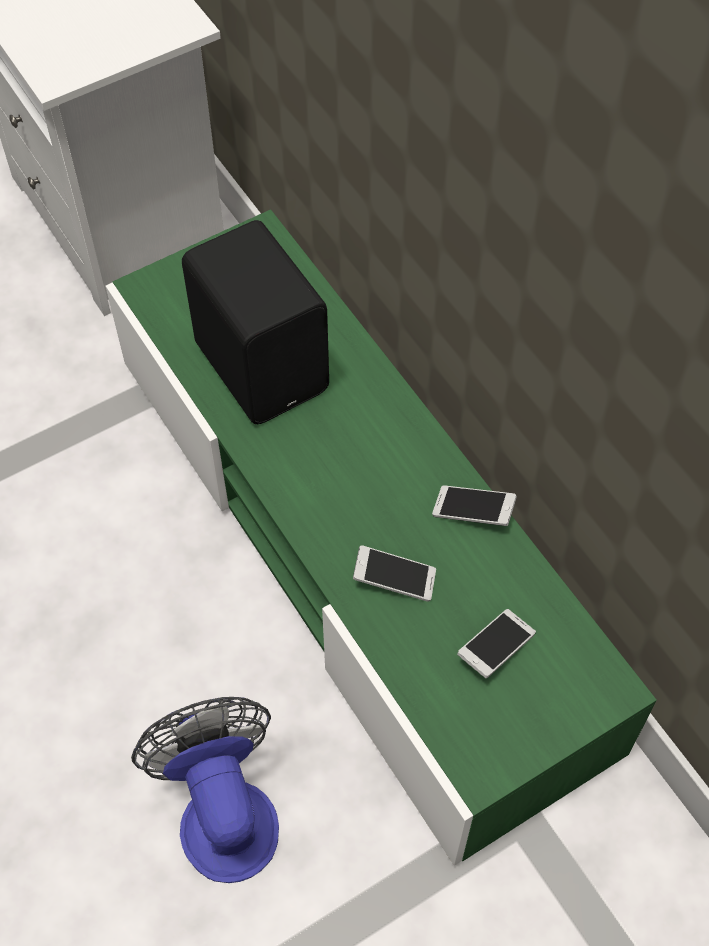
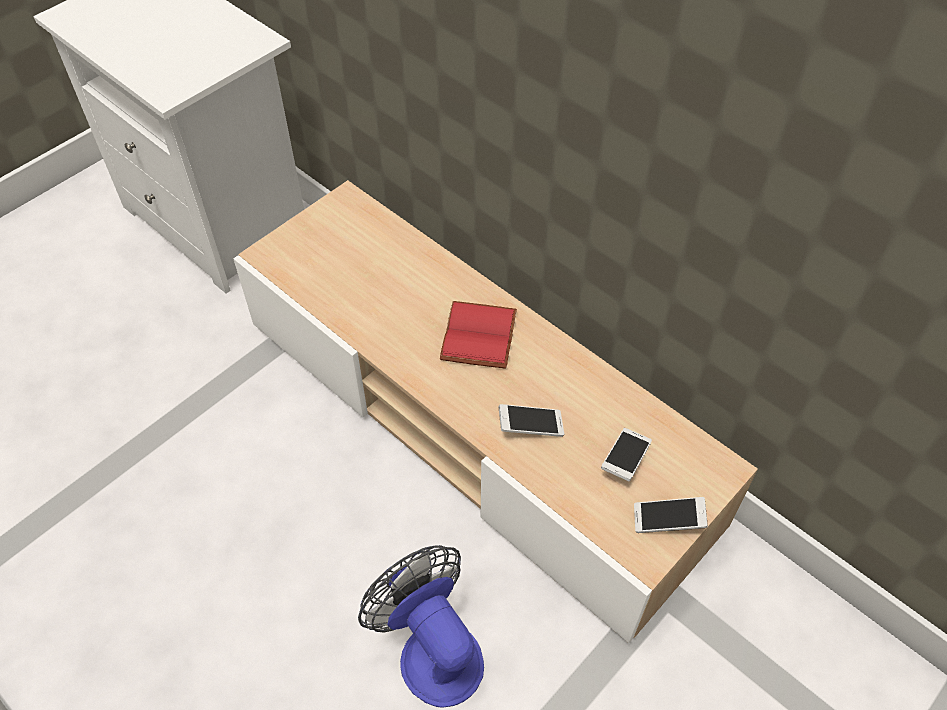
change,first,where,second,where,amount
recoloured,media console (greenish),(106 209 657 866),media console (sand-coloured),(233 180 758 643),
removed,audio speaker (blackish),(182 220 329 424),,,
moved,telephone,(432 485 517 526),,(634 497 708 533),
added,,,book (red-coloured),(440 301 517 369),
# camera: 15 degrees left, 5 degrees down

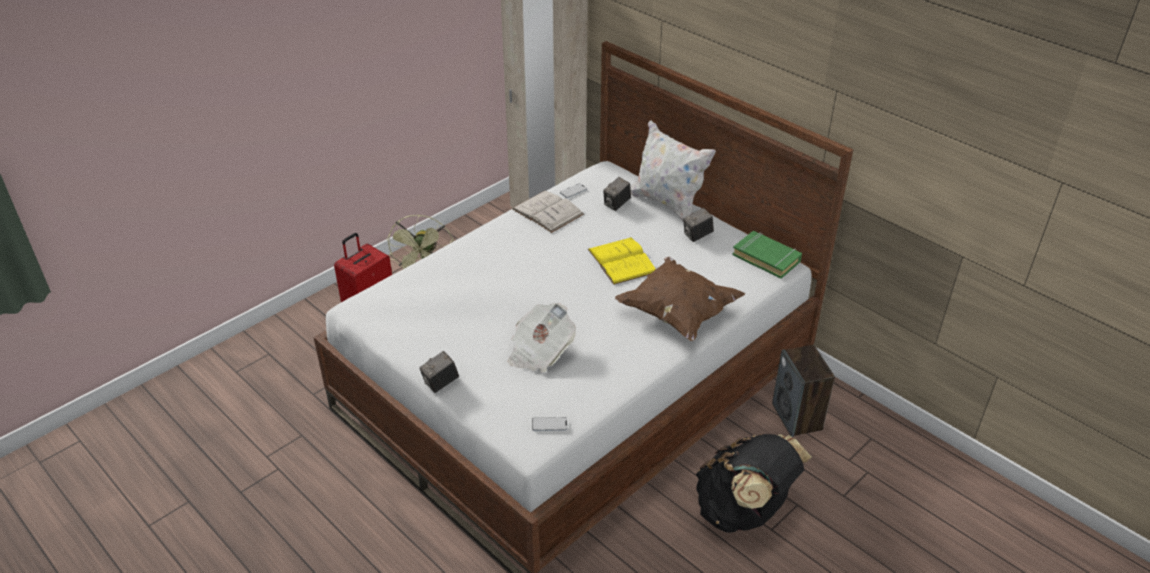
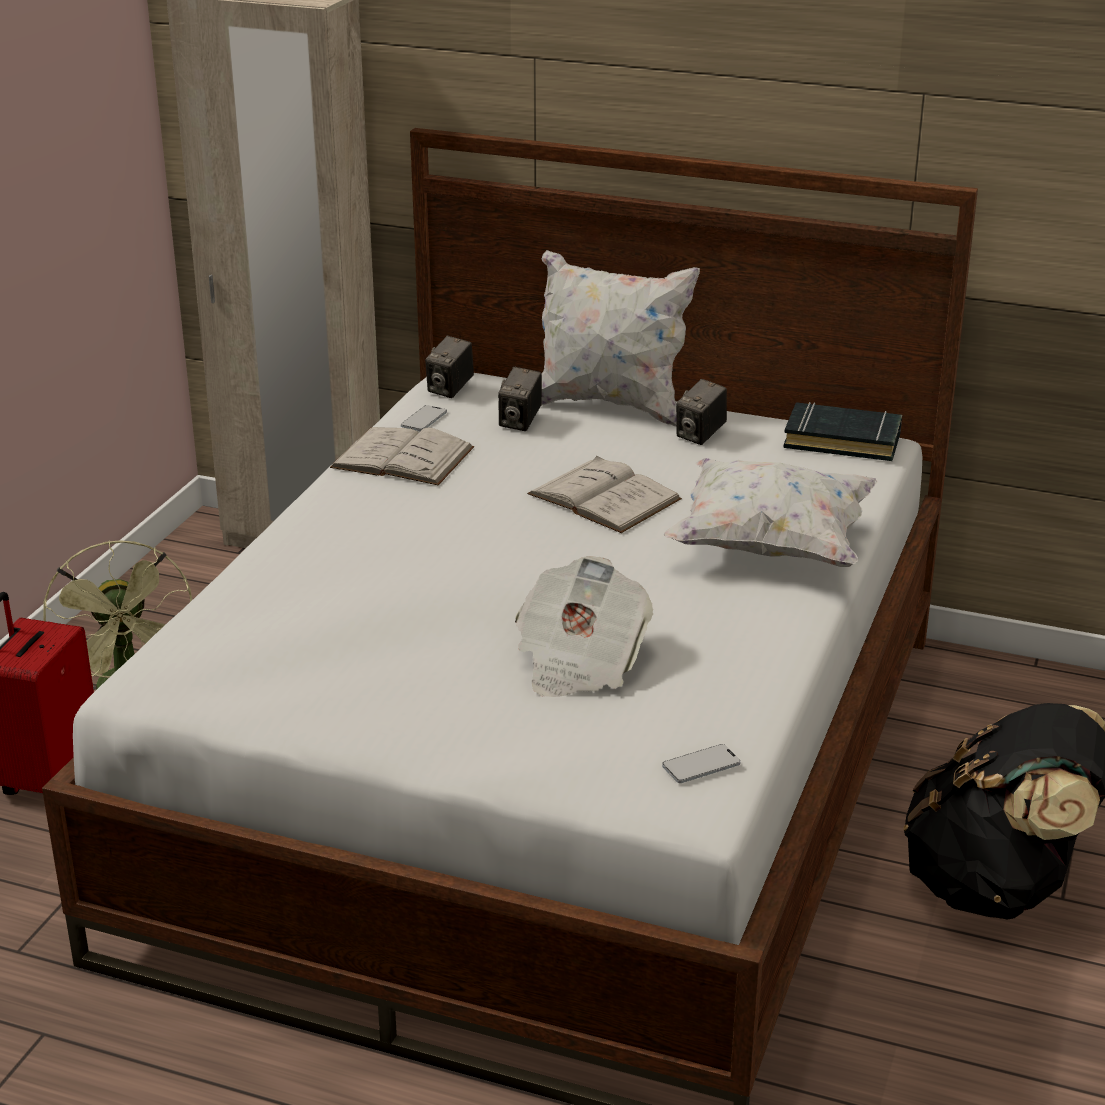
change,first,where,second,where,amount
moved,still camera,(419 351 459 393),,(425 336 474 398),
recoloured,book (yellow),(588 237 656 285),book (white),(527 456 682 533),
recoloured,throw pillow (brown-coloured),(615 257 745 341),throw pillow (white),(664 458 878 567),
recoloured,book (greenish),(732 231 802 279),book (blackish),(783 402 902 461),
removed,audio speaker,(772 345 835 437),,,
# camera: 25 degrees left, 10 degrees down

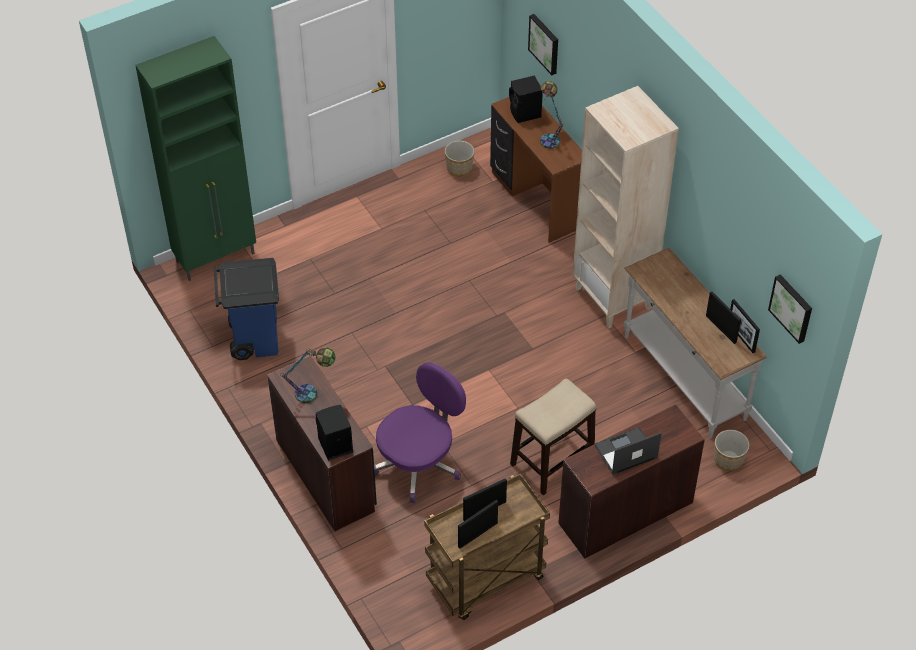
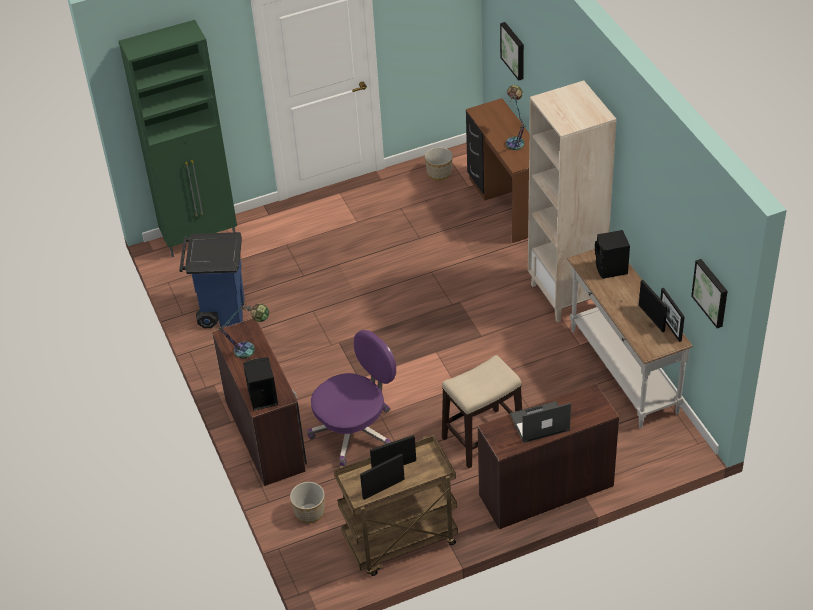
change,first,where,second,where,amount
moved,audio speaker (blackish),(509 75 543 123),,(595 230 630 279),
moved,flower pot,(714 430 749 471),,(290 482 325 523),
# camera: 10 degrees right, 5 degrees down

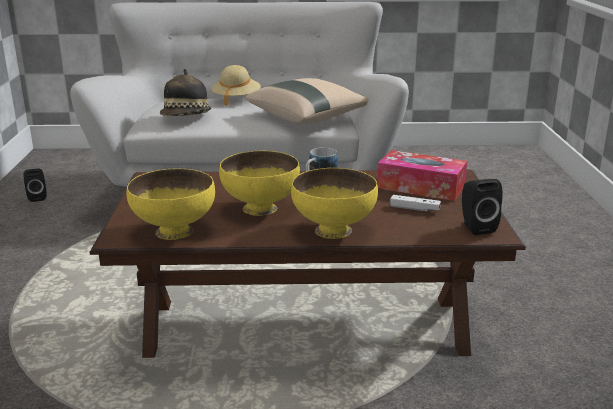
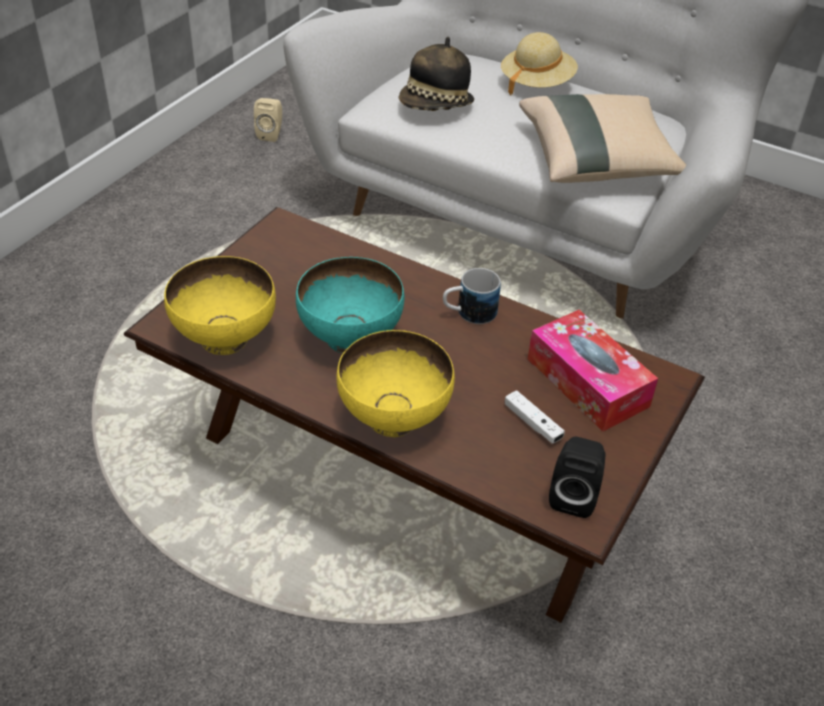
change,first,where,second,where,amount
recoloured,audio speaker (blackish),(23 168 47 202),audio speaker (sand-coloured),(254 98 282 142),
recoloured,bowl (yellow),(219 151 300 216),bowl (turquoise-coloured),(296 257 404 353),
# camera: 30 degrees right, 20 degrees up

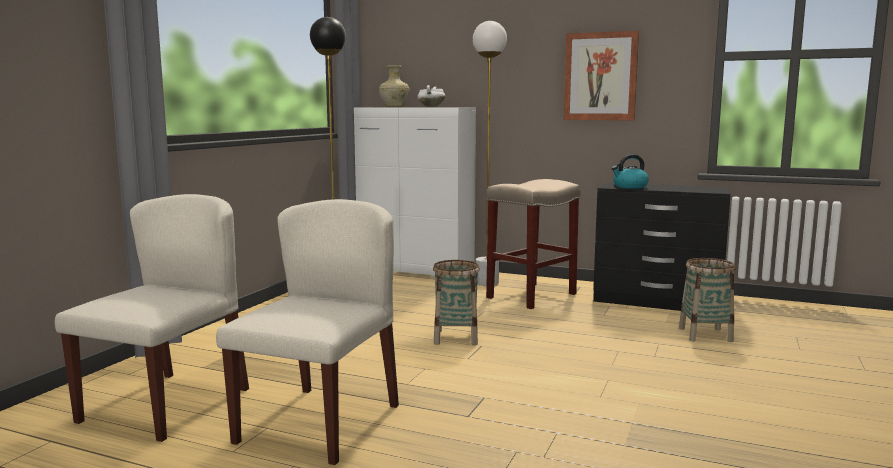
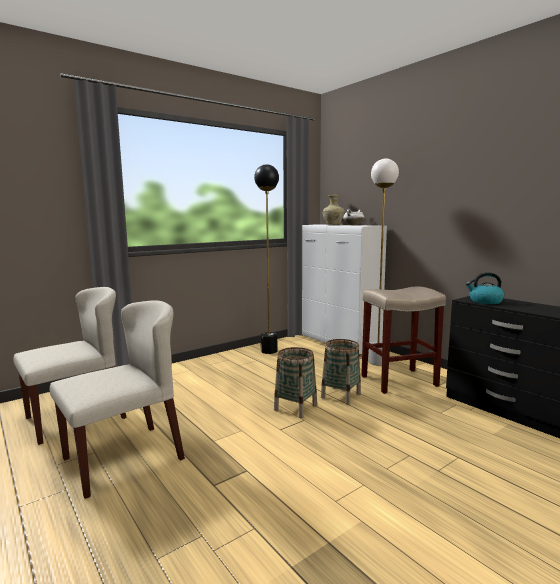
change,first,where,second,where,amount
removed,picture,(564 31 639 121),,,
moved,household basket,(679 258 735 342),,(321 339 361 405),
# camera: 30 degrees right, 0 degrees up

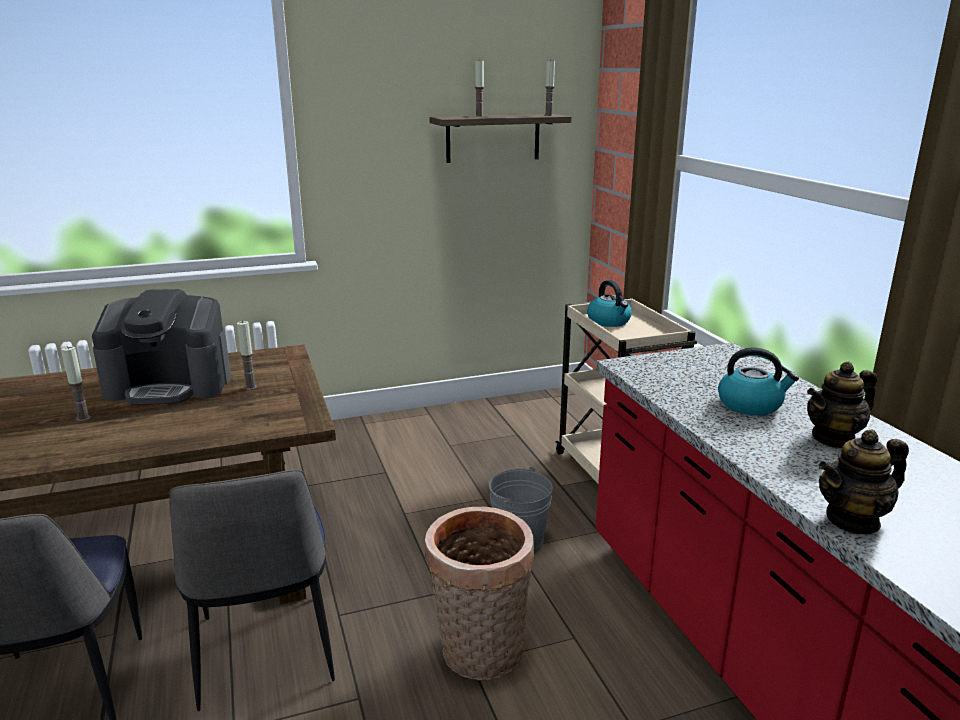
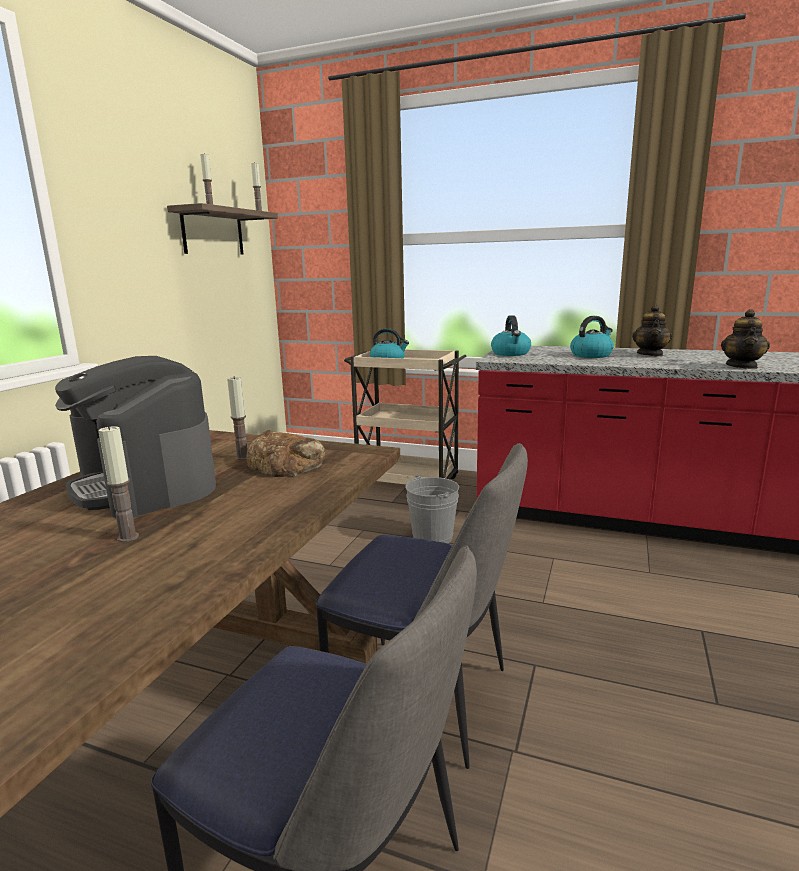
change,first,where,second,where,amount
turned,coffee maker,(92 289 231 405),,(55 356 216 518),105 degrees clockwise
removed,household basket,(425 507 534 680),,,
added,,,bakery bread,(247 430 325 477),
added,,,tea kettle,(491 315 531 356),
# camera: 50 degrees left, 5 degrees down

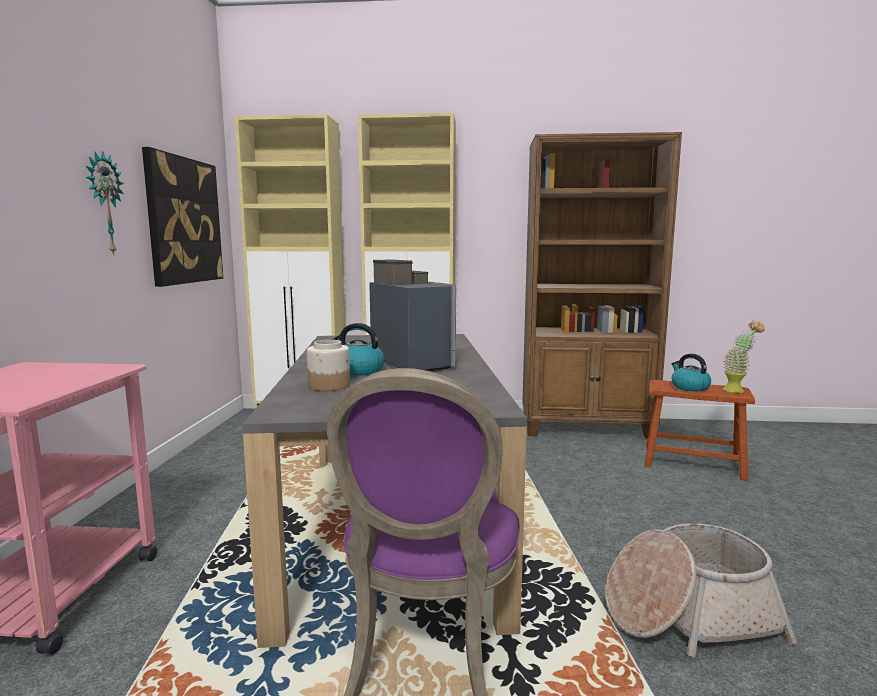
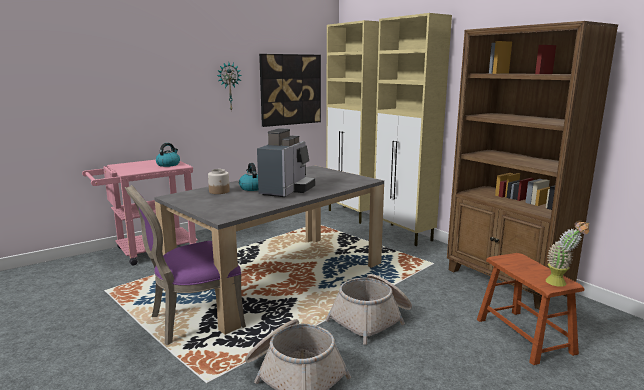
change,first,where,second,where,amount
moved,tea kettle,(671 354 711 391),,(156 143 180 167),
added,,,household basket,(325 274 412 345),
# camera: 50 degrees right, 5 degrees up

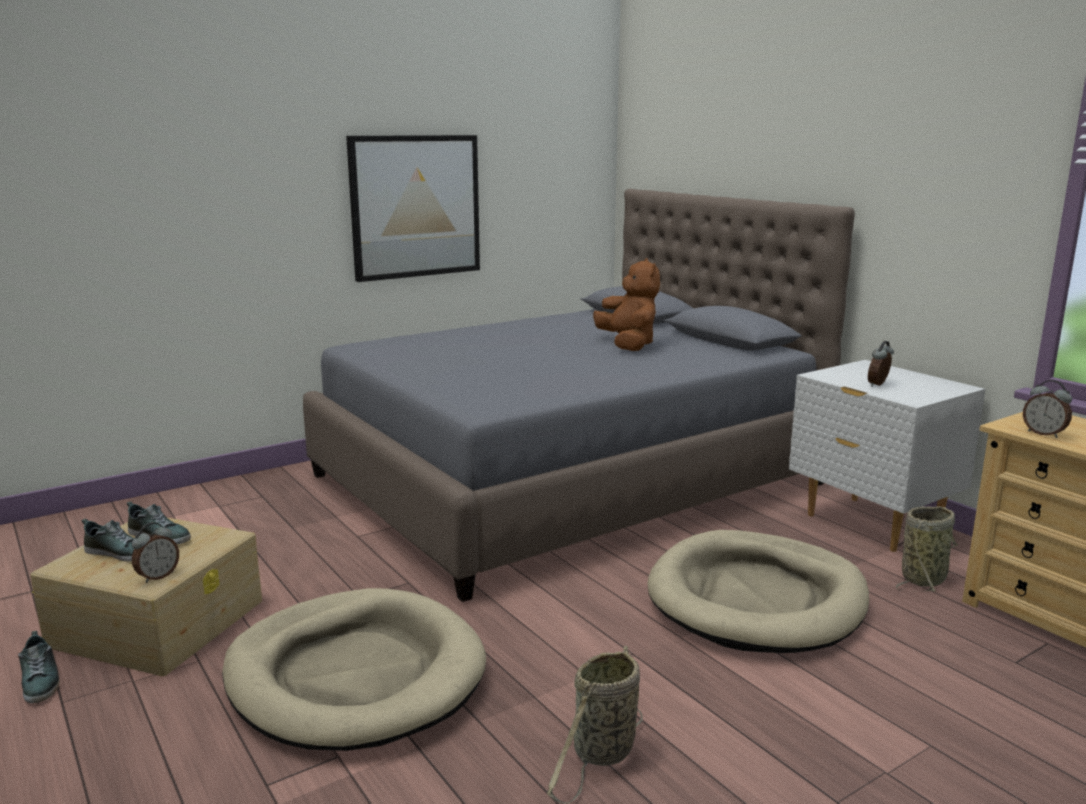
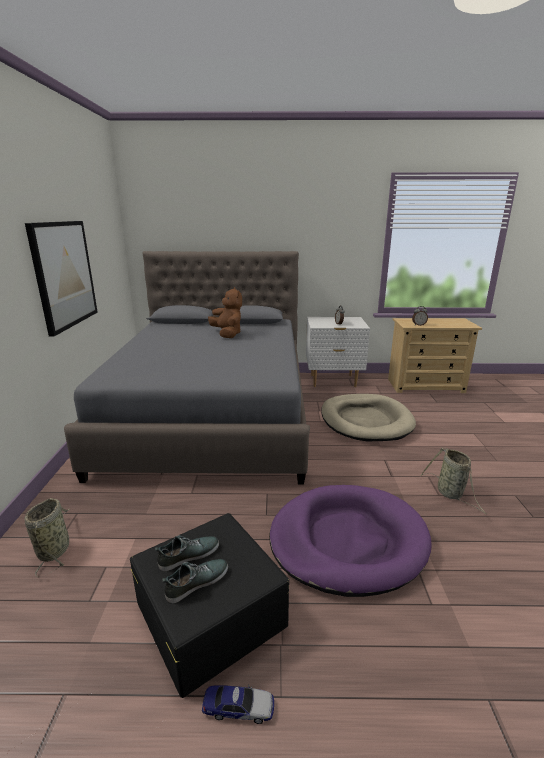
change,first,where,second,where,amount
replaced,shoe,(18 631 60 703),model car,(202 685 274 724),
recoloured,storage box (sand-coloured),(30 518 262 676),storage box (blackish),(130 513 289 698),
removed,table clock,(132 522 179 583),,,
recoloured,dog cushion (sand-coloured),(222 588 486 751),dog cushion (purple),(269 485 432 597),
turned,soft toy (brown-coloured),(593 258 660 351),,(208 287 242 338),45 degrees clockwise
moved,household basket,(896 506 958 592),,(24 498 69 578),
# camera: 55 degrees left, 5 degrees up

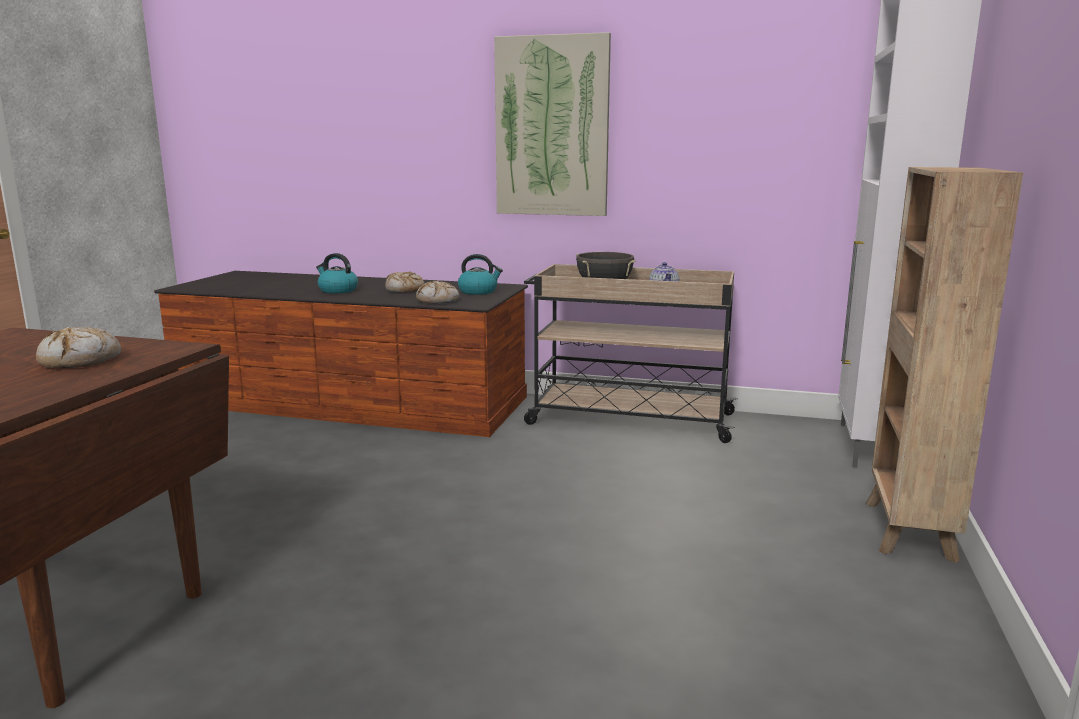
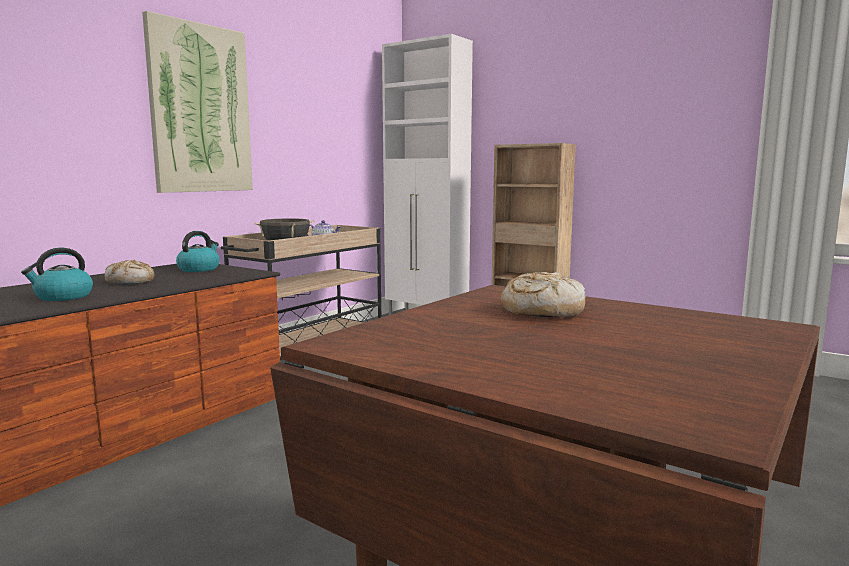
change,first,where,second,where,amount
removed,bakery bread,(416 280 459 304),,,
# camera: 70 degrees left, 5 degrees down

